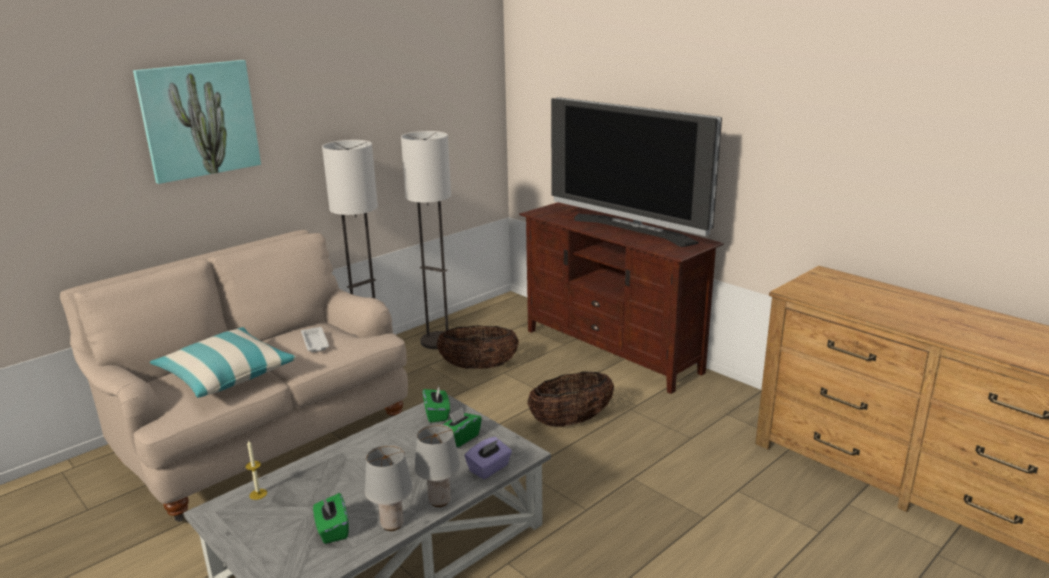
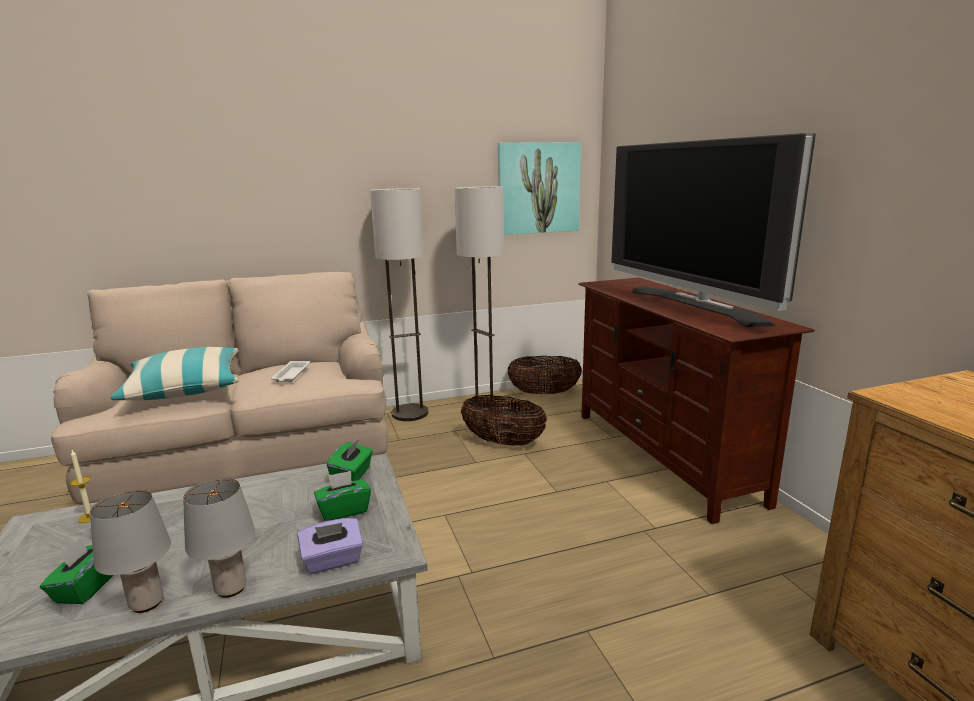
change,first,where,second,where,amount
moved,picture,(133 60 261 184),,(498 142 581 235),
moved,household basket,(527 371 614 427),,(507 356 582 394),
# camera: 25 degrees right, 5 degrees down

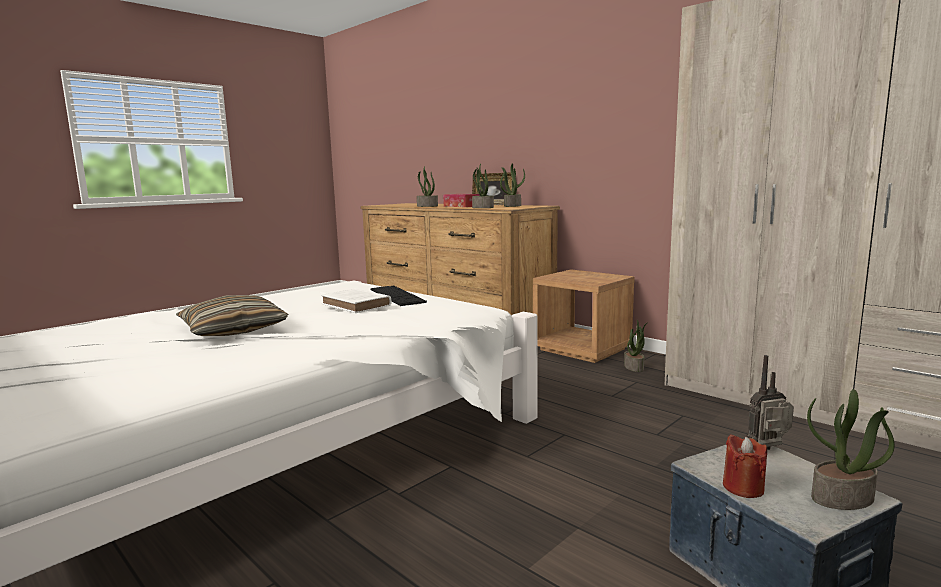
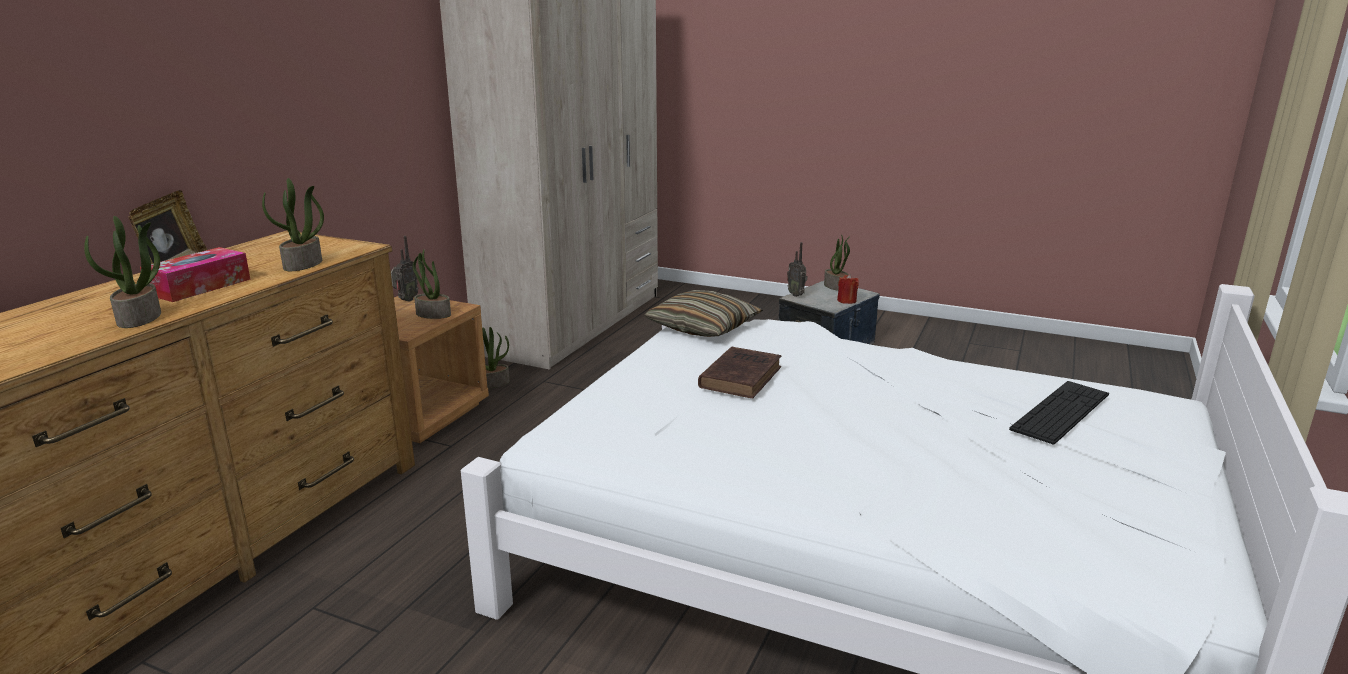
change,first,where,second,where,amount
moved,throw pillow,(176 295 288 336),,(644 290 763 337),
recoloured,book (white),(321 288 391 313),book (brown-coloured),(698 346 781 398),
moved,computer keyboard,(370 285 427 306),,(1009 381 1109 445),
moved,plant in a pot,(500 163 525 207),,(413 249 451 319),
added,,,radio receiver,(391 236 418 302),
# camera: 110 degrees left, 10 degrees up

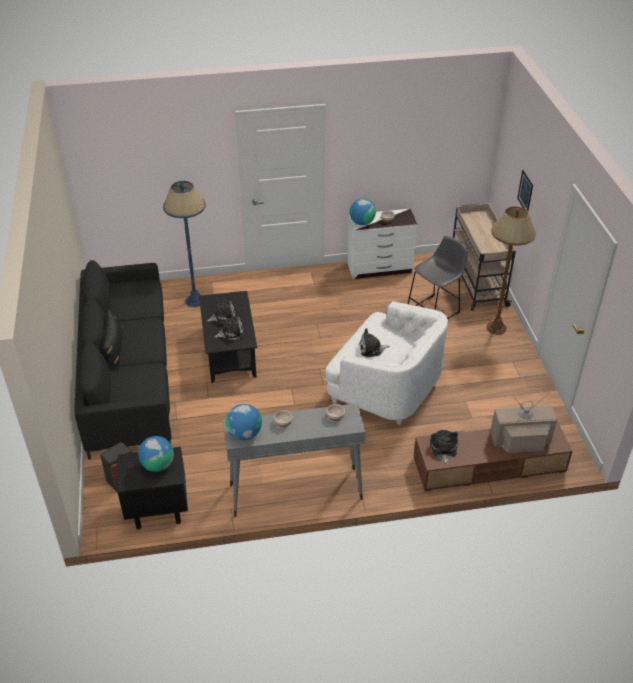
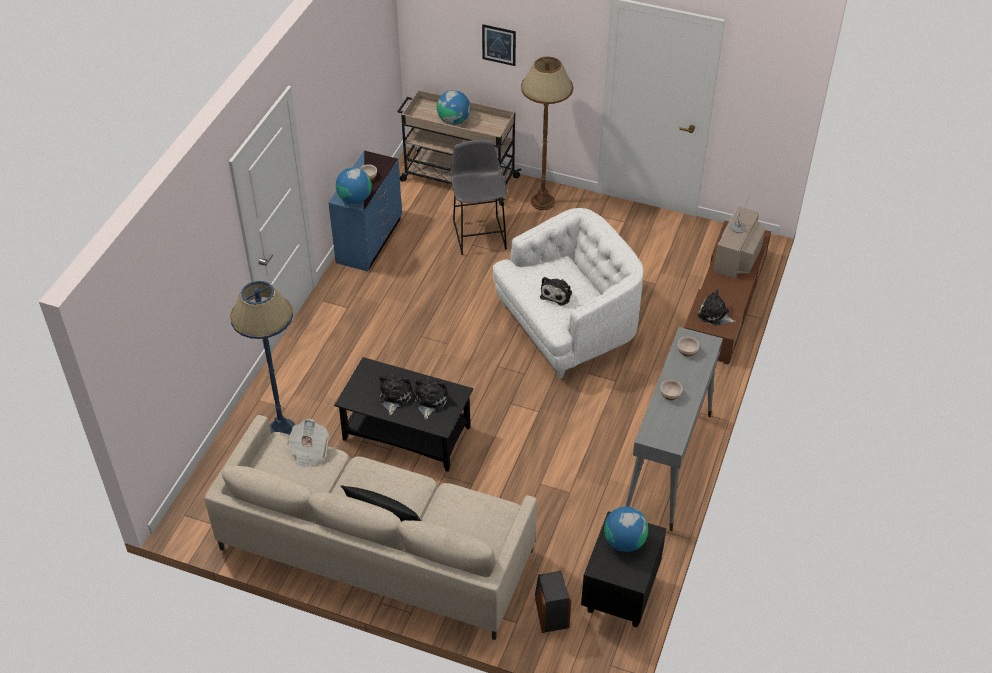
change,first,where,second,where,amount
recoloured,couch (blackish),(74 260 171 460),couch (sand-coloured),(205 415 537 640),
moved,globe,(226 404 262 440),,(437 90 470 125),
recoloured,chest of drawers (white),(348 209 418 279),chest of drawers (blue),(328 151 402 272),
added,,,daily paper,(287 419 329 468),
# camera: 60 degrees left, 5 degrees up

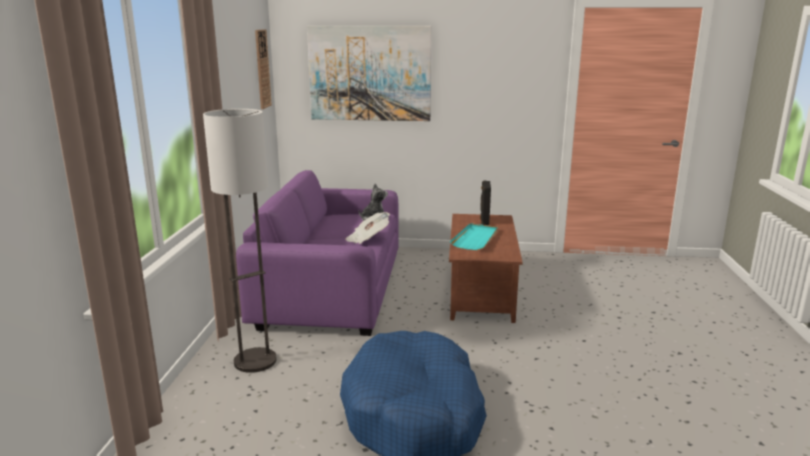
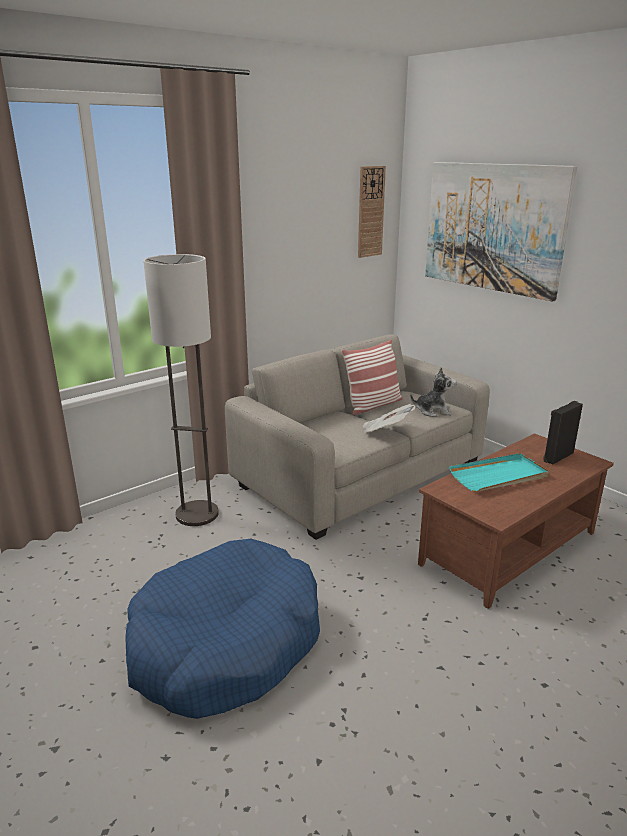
change,first,where,second,where,amount
recoloured,couch (purple),(236 170 399 336),couch (sand-coloured),(225 334 490 540),
added,,,throw pillow,(342 340 402 415),
# camera: 45 degrees right, 5 degrees up

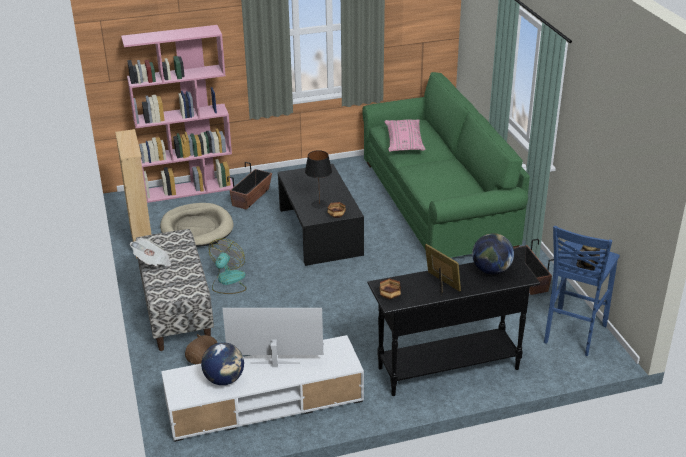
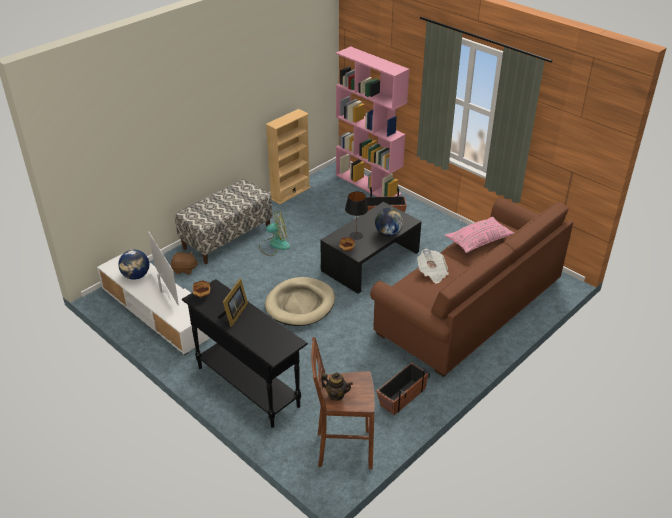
change,first,where,second,where,amount
moved,daily paper,(130 239 171 266),,(417 249 449 284),
moved,dog cushion (sand-coloured),(160 203 233 247),,(265 277 335 326),
recoloured,couch (greenish),(362 72 530 258),couch (brown-coloured),(370 197 573 377),
moved,globe,(472 233 514 275),,(375 208 404 236),
recoloured,stool seat (blue),(544 226 620 356),stool seat (brown-coloured),(311 337 375 469),
# camera: 60 degrees right, 5 degrees up

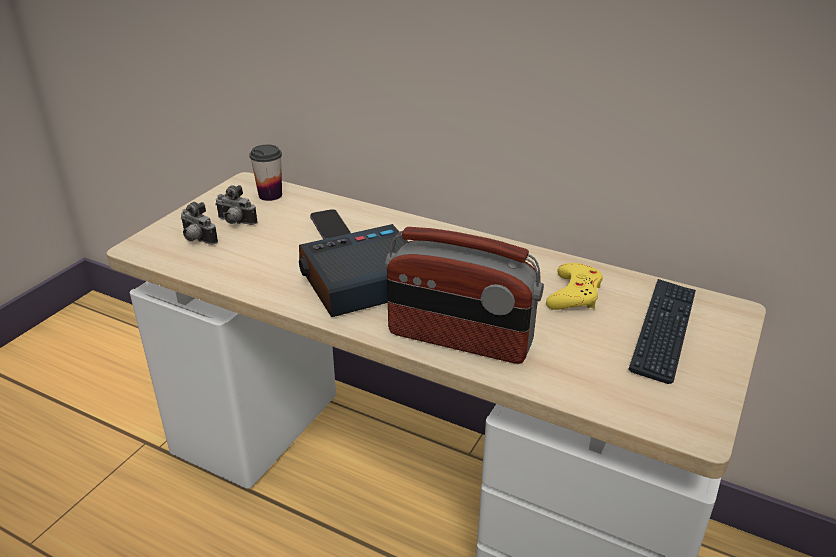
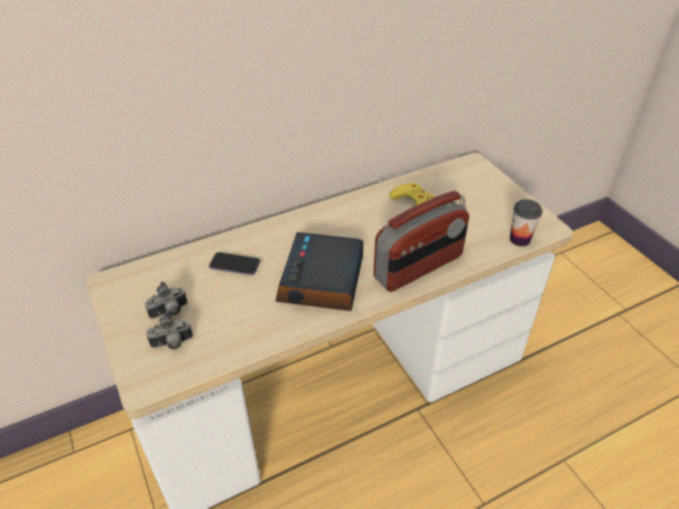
change,first,where,second,where,amount
moved,small cup,(249 144 282 201),,(510 199 542 246),
removed,computer keyboard,(628 279 696 384),,,
# camera: 55 degrees left, 10 degrees up

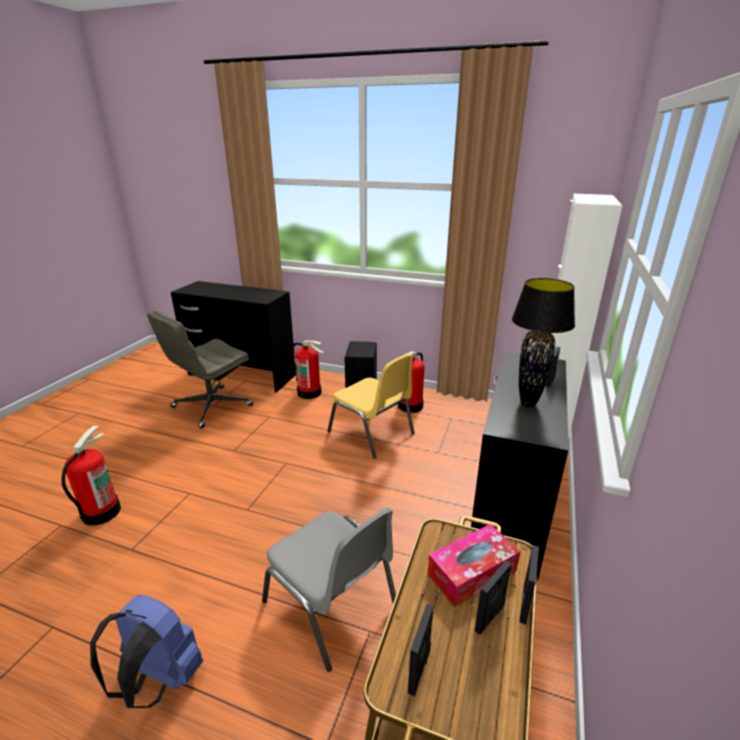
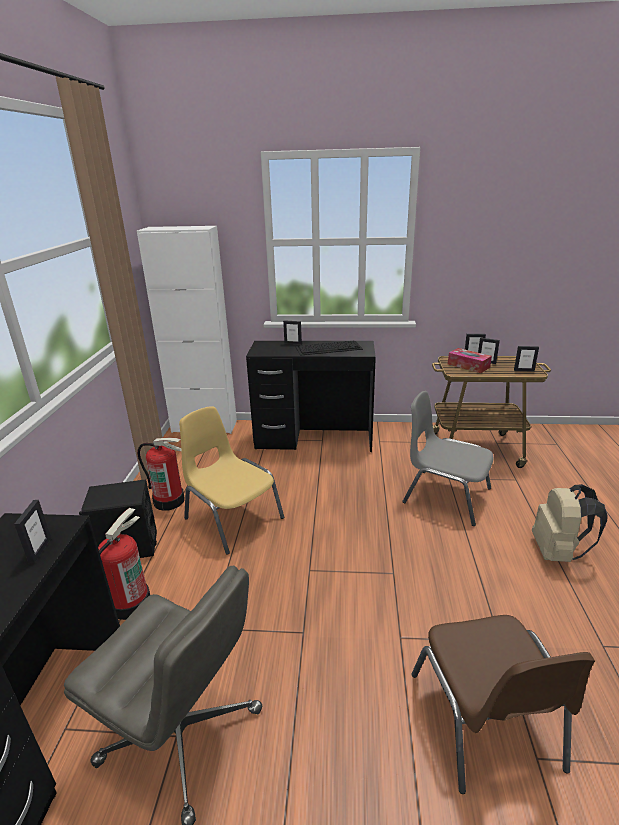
change,first,where,second,where,amount
replaced,fire extinguisher,(61 426 121 525),plain chair (brown-coloured),(411 615 595 794),
recoloured,knapsack (blue),(90 595 203 708),knapsack (sand-coloured),(532 484 608 562),
turned,plain chair (greyish),(262 507 396 672),,(402 391 493 526),90 degrees counterclockwise
turned,plain chair (yellow),(327 354 415 459),,(179 406 284 555),75 degrees counterclockwise
replaced,table lamp (blackish),(512 278 575 407),computer keyboard,(295 341 363 356),
added,,,standing frame,(14 500 51 564),
# camera: 105 degrees left, 0 degrees up

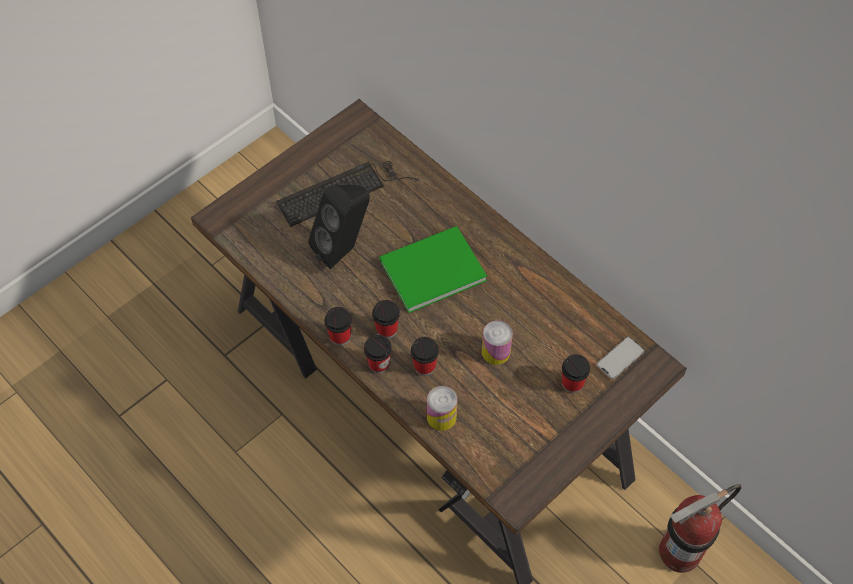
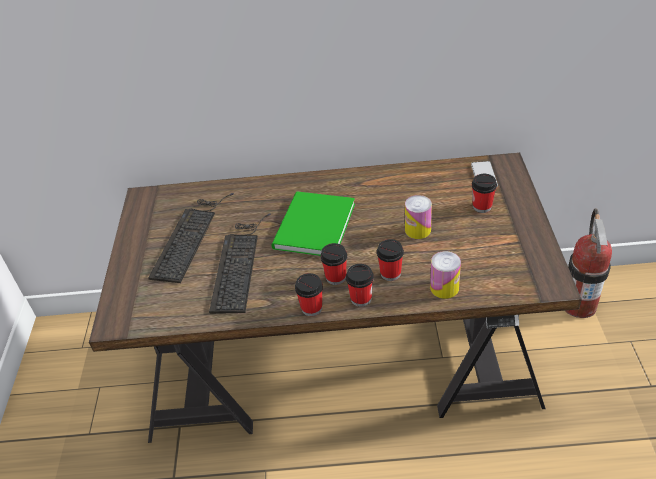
change,first,where,second,where,amount
replaced,audio speaker (blackish),(308 184 370 269),computer keyboard,(209 213 271 314),
# camera: 45 degrees left, 15 degrees down

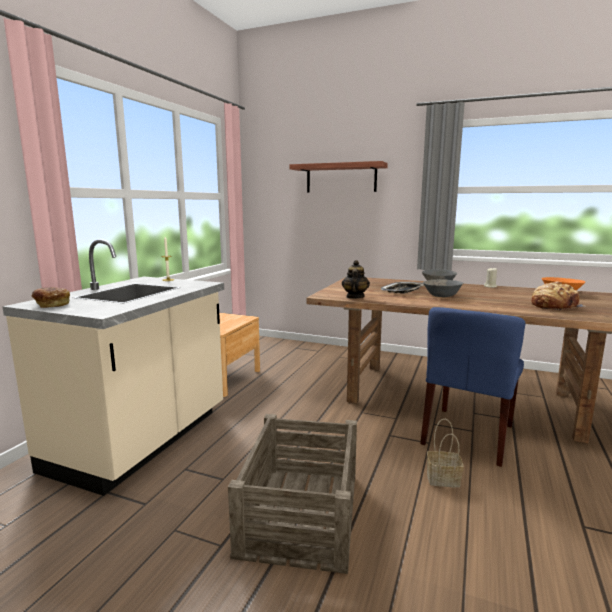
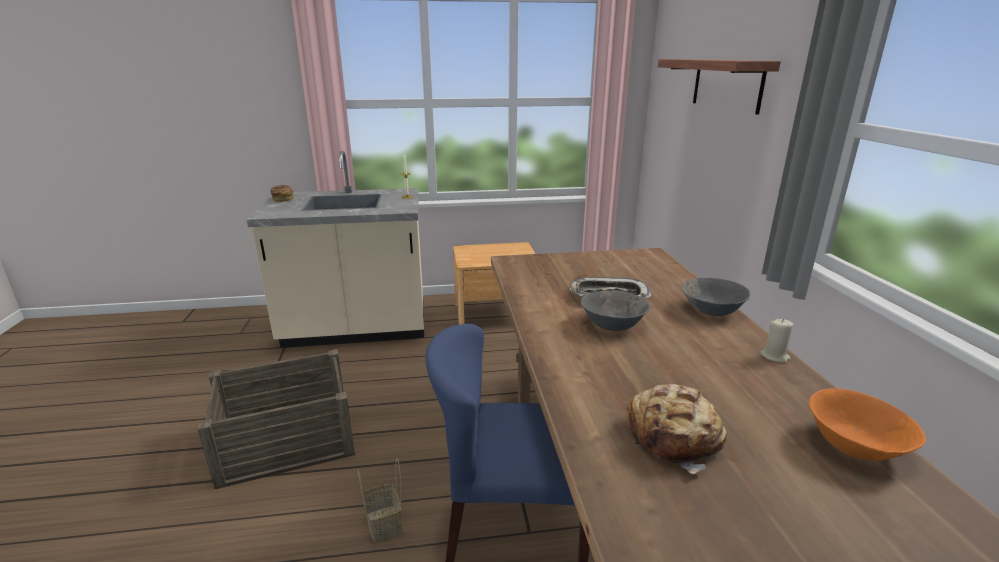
change,first,where,second,where,amount
removed,tea pot,(342 260 370 299),,,
# camera: 60 degrees right, 10 degrees up

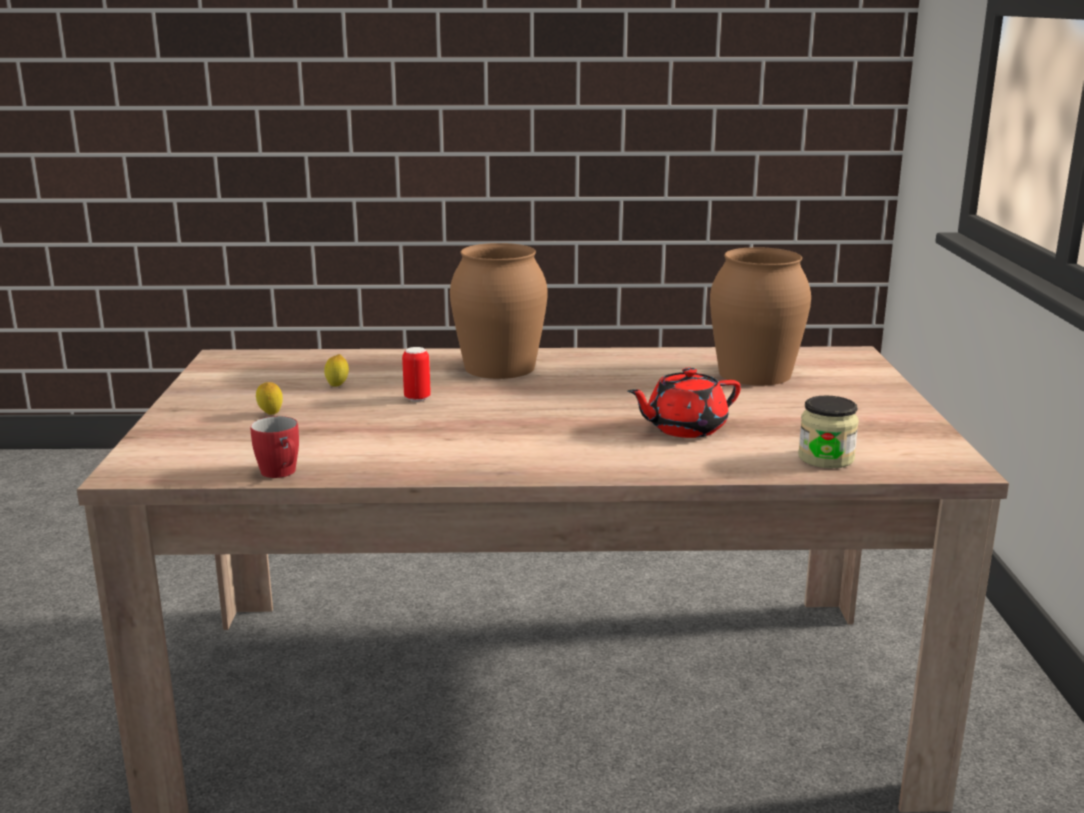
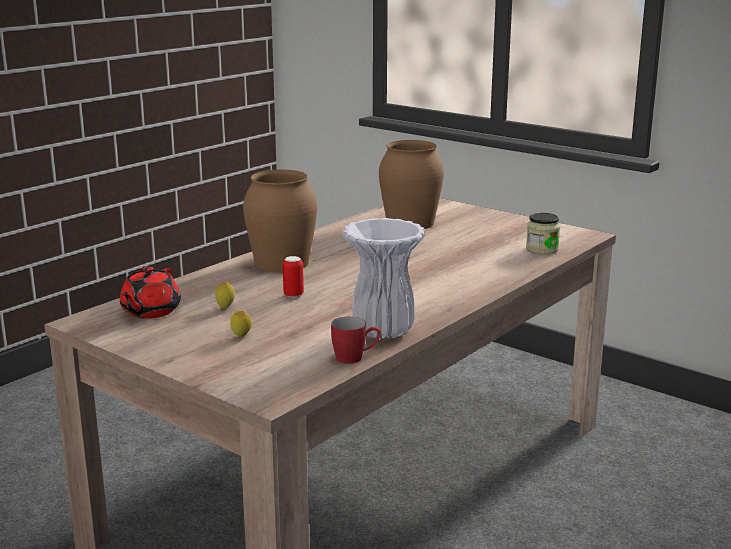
change,first,where,second,where,amount
moved,tea pot (red-coloured),(628 368 741 438),,(120 266 181 319),
added,,,decorative vase (white),(342 218 426 339),
# camera: 50 degrees left, 0 degrees up

